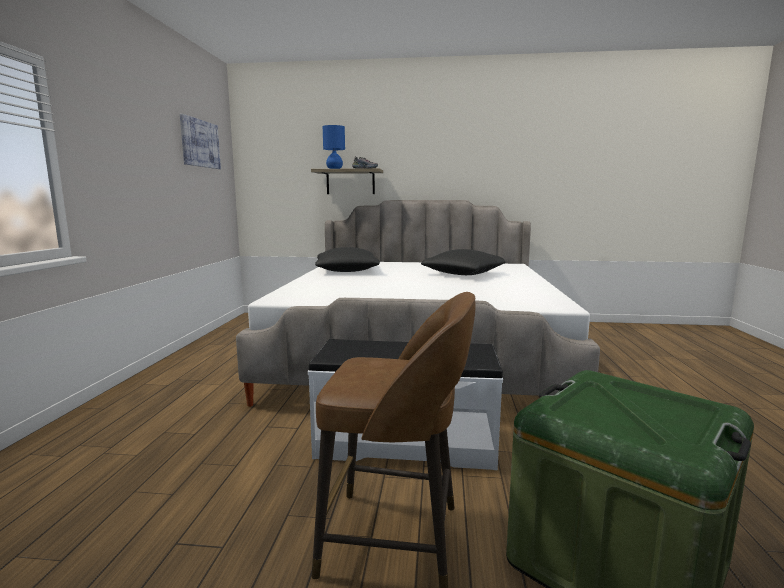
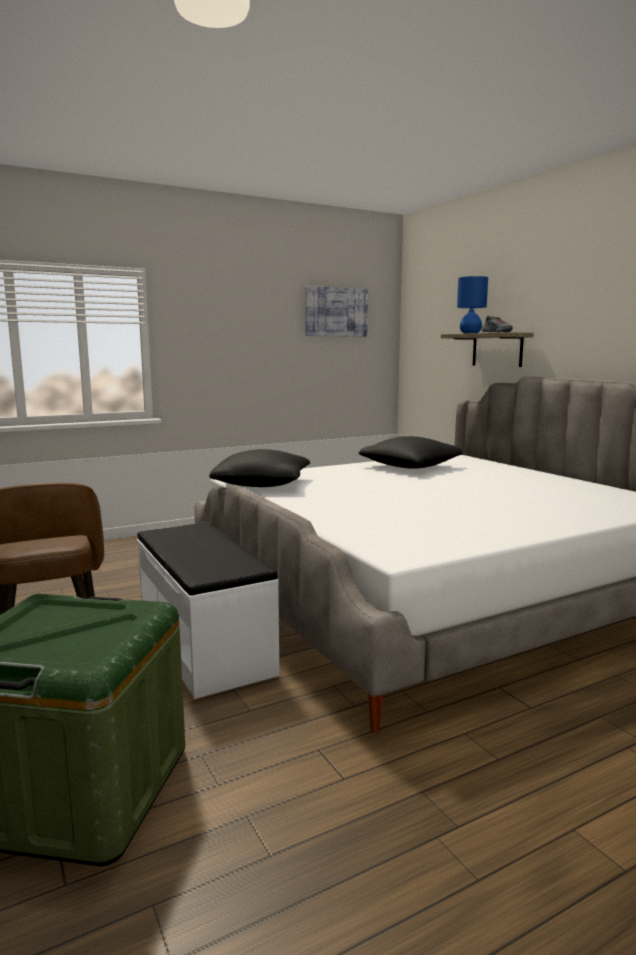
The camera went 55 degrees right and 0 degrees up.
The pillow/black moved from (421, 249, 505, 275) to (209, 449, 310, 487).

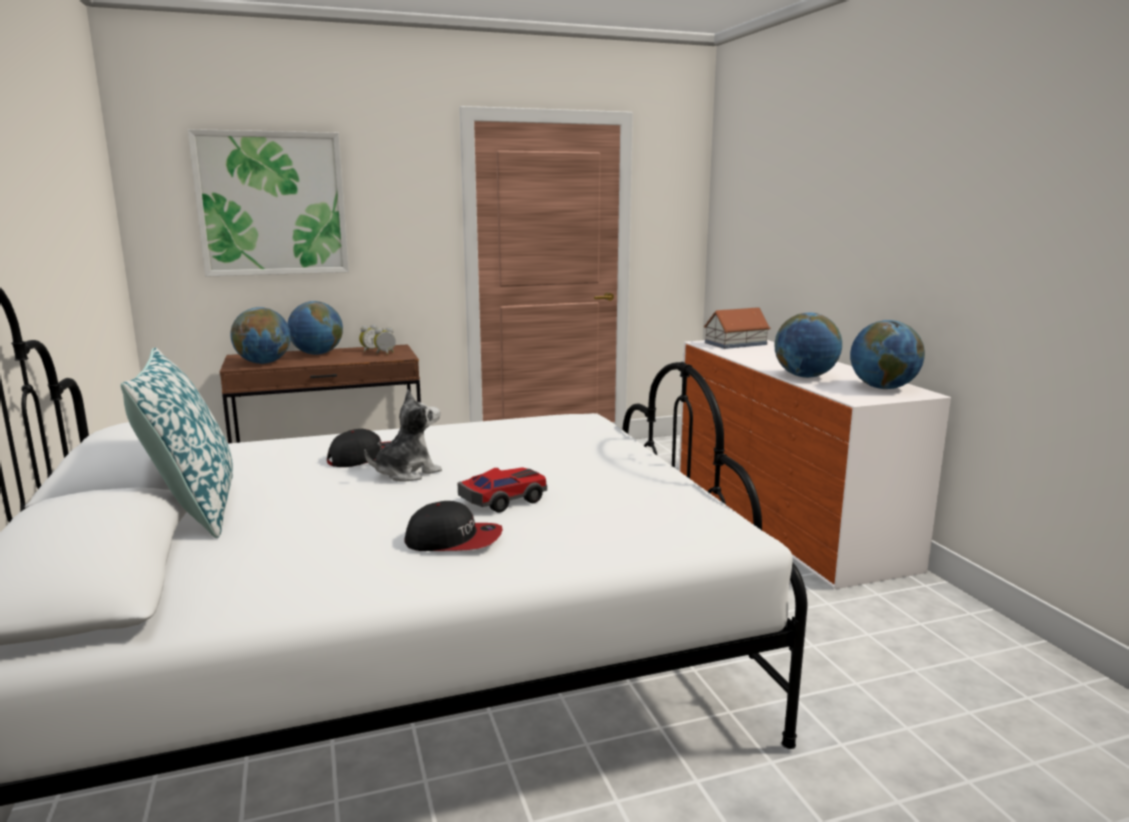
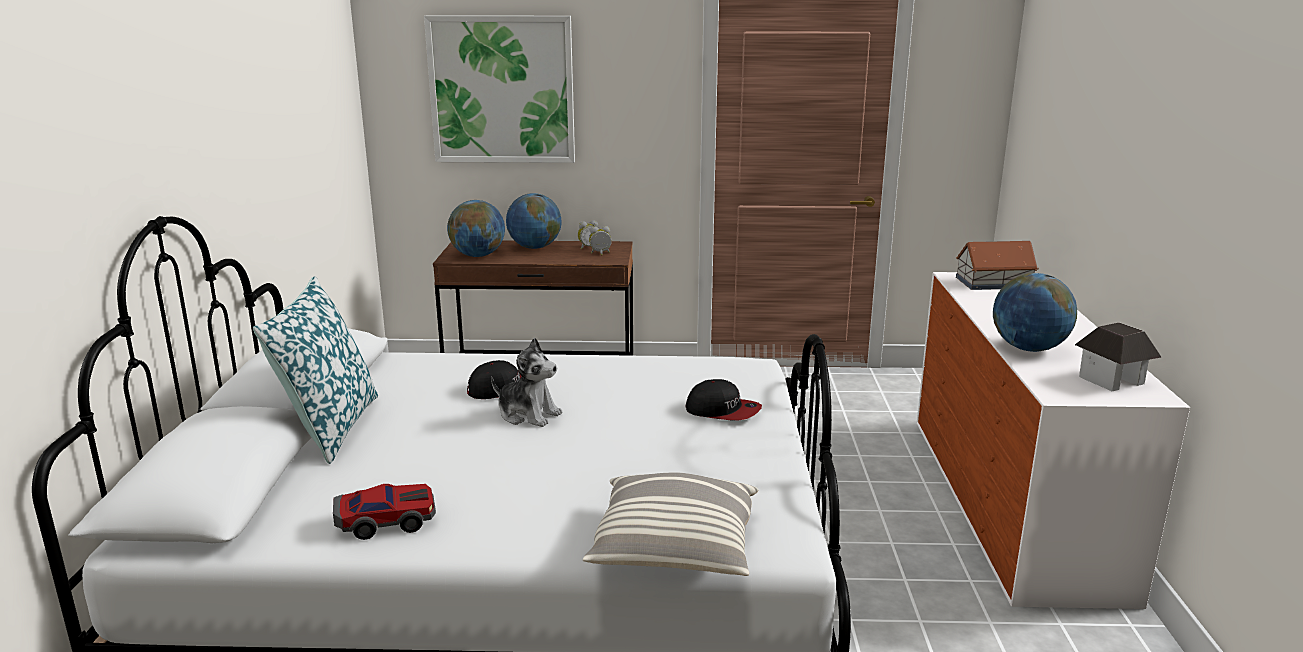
The camera went 20 degrees right and 5 degrees up.
The plush toy at (364, 389, 442, 482) turned 45 degrees clockwise.
The cap moved from (405, 501, 503, 551) to (686, 379, 762, 421).
The toy car moved from (458, 467, 547, 513) to (333, 484, 436, 540).
The globe at (850, 320, 925, 389) was replaced by the toy house at (1075, 322, 1161, 391).
The pillow at (582, 473, 758, 576) appeared.

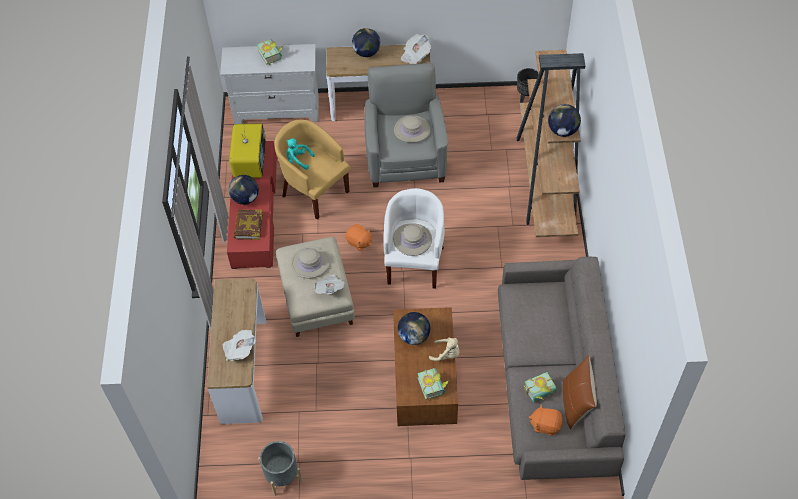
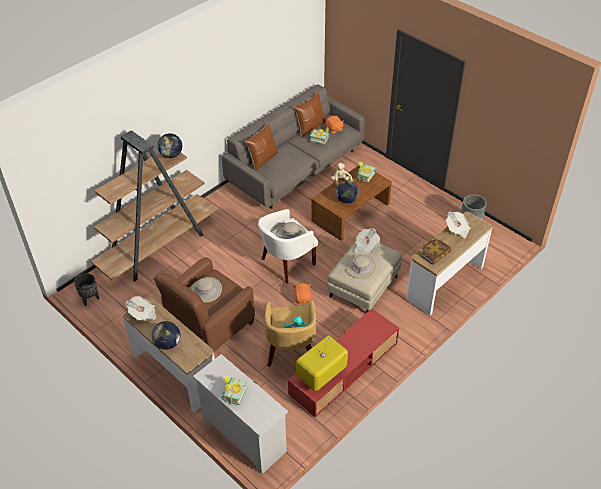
The camera went 135 degrees left and 10 degrees down.
The globe at (229, 175, 259, 205) disappeared.
The book moved from (234, 210, 263, 240) to (417, 237, 452, 265).
The armchair/grey at (364, 63, 448, 187) became the armchair/brown at (154, 257, 255, 352).
The pillow/brown at (245, 123, 279, 171) appeared.

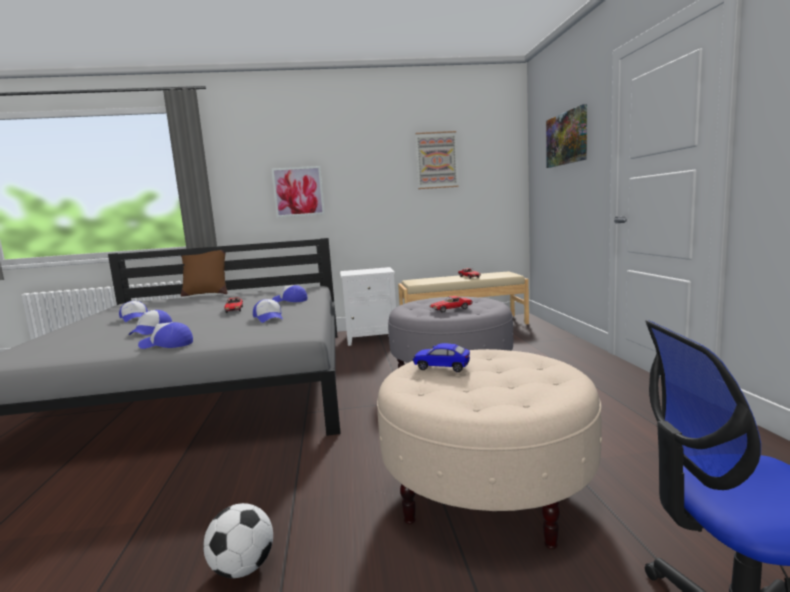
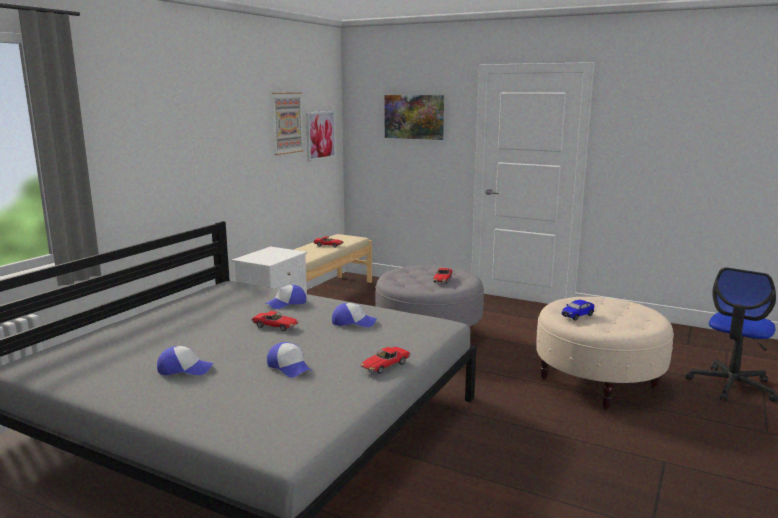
The camera went 55 degrees left and 5 degrees up.
The cap at (138, 322, 193, 349) was replaced by the toy car at (360, 347, 411, 374).
The pillow/brown at (181, 250, 227, 297) disappeared.
The football at (203, 503, 273, 578) disappeared.
The picture moved from (271, 166, 325, 218) to (306, 111, 336, 162).

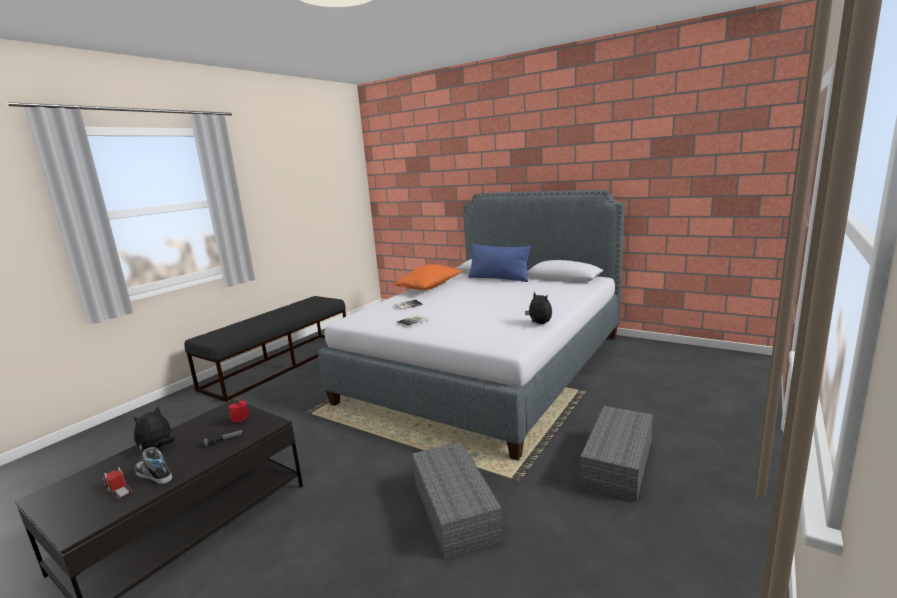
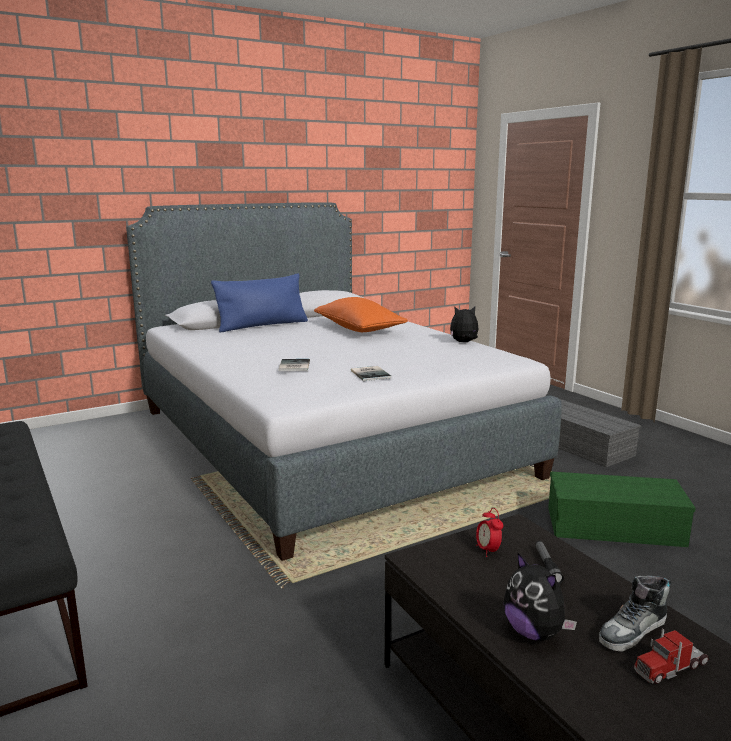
The camera went 65 degrees left and 0 degrees up.
The pillow/orange moved from (395, 264, 462, 290) to (314, 297, 408, 332).
The storage box/grey at (412, 442, 502, 559) became the storage box/green at (548, 471, 696, 547).

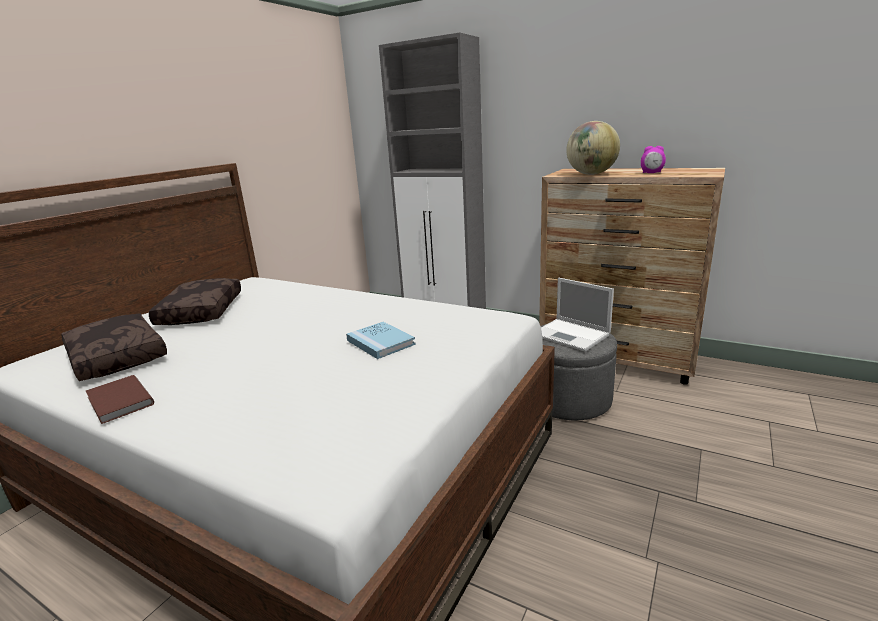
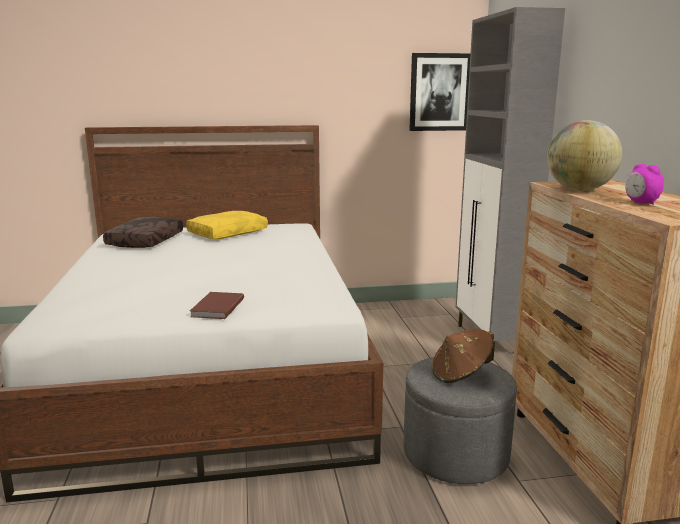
The camera went 50 degrees right and 5 degrees down.
The book/brown moved from (86, 375, 154, 424) to (190, 292, 244, 319).
The pillow/brown at (149, 278, 241, 325) became the pillow/yellow at (186, 211, 268, 239).
The book/blue at (346, 322, 416, 359) disappeared.
The laptop at (541, 278, 614, 352) was replaced by the hat/brown at (432, 329, 494, 383).
The picture at (409, 53, 471, 131) appeared.

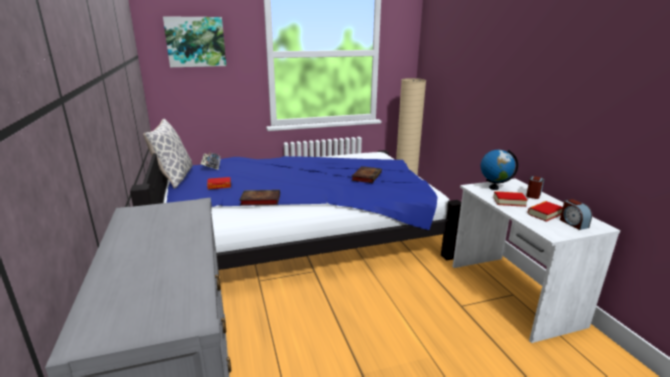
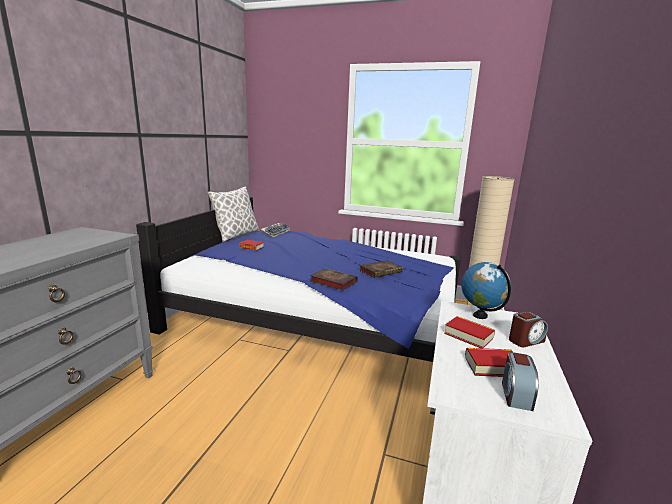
The camera went 35 degrees right and 5 degrees down.
The picture at (163, 16, 226, 67) disappeared.
The book moved from (239, 190, 280, 206) to (310, 268, 358, 290).

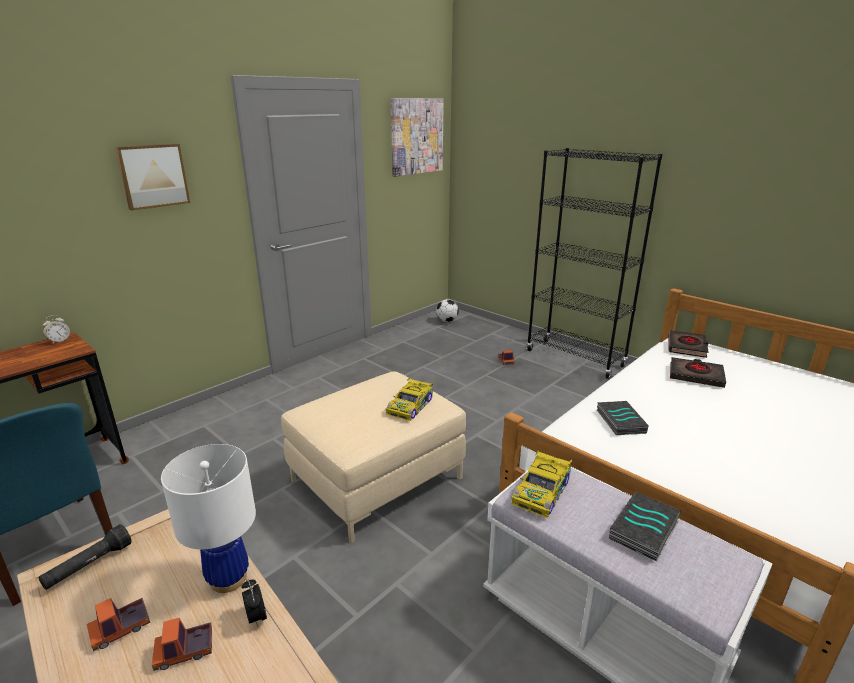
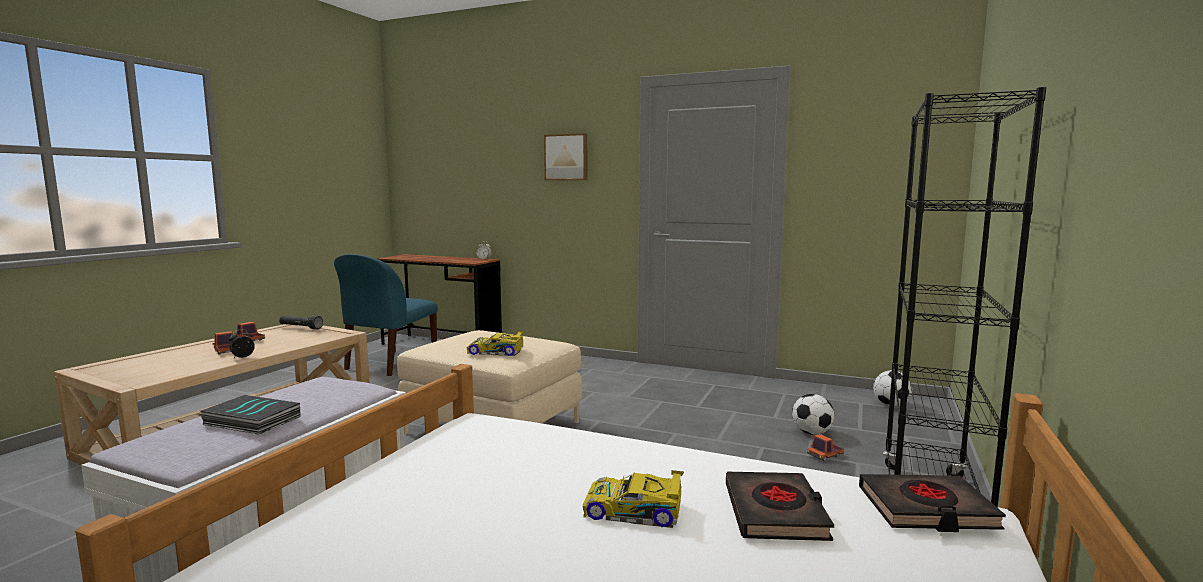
The camera went 70 degrees right and 15 degrees down.
The table lamp/white at (161, 444, 256, 593) disappeared.
The picture at (391, 98, 444, 177) disappeared.
The toy car moved from (511, 449, 572, 518) to (583, 470, 684, 528).
The book at (597, 401, 649, 435) disappeared.
The football at (792, 394, 835, 435) appeared.

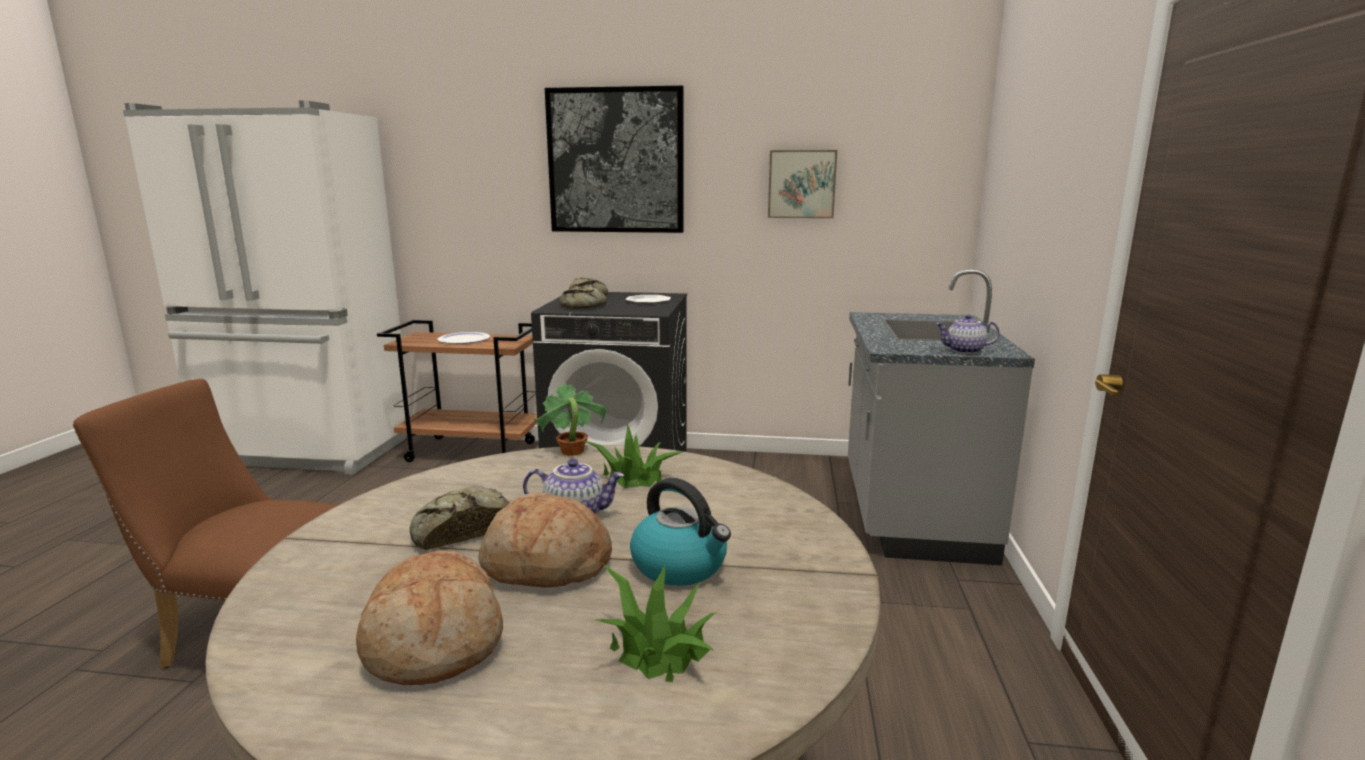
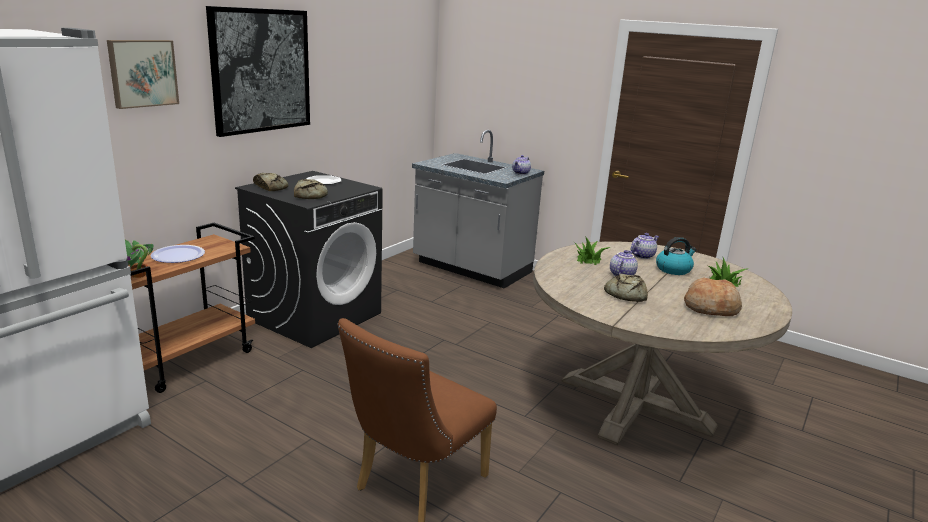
The camera went 65 degrees left and 5 degrees up.
The bread at (478, 492, 612, 588) disappeared.
The potted plant moved from (532, 384, 607, 456) to (125, 240, 153, 278).
The picture moved from (768, 150, 837, 218) to (107, 40, 179, 109).
The teapot at (631, 233, 659, 259) appeared.

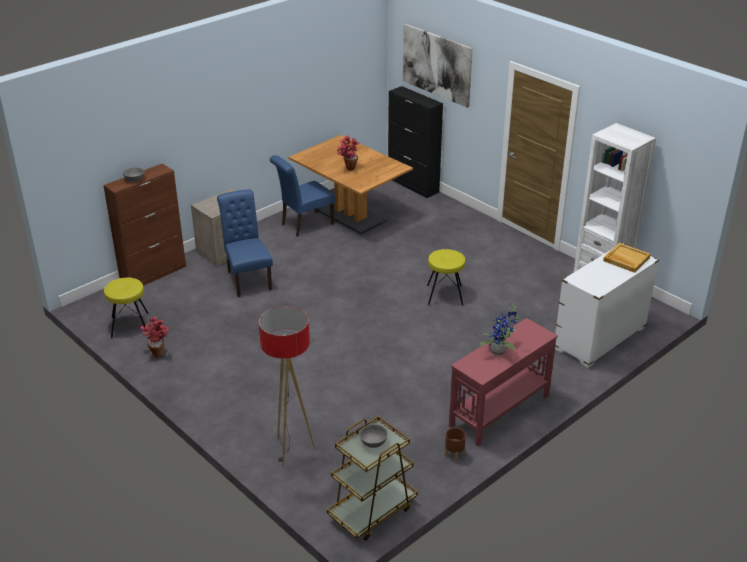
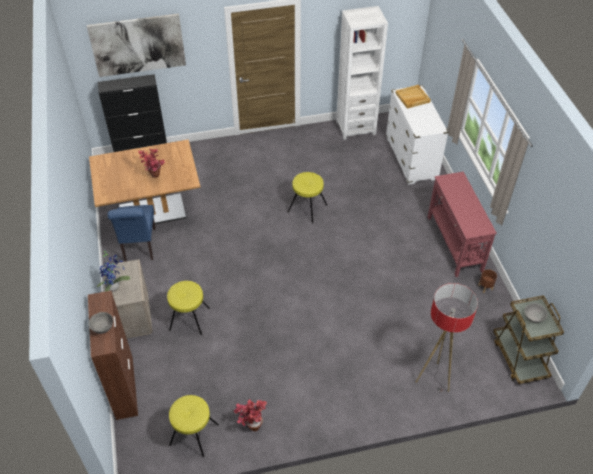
The camera went 60 degrees left and 15 degrees up.
The chair/blue at (217, 190, 273, 297) was replaced by the stool/yellow at (167, 281, 210, 335).
The potted plant moved from (480, 304, 518, 355) to (97, 250, 131, 292).

